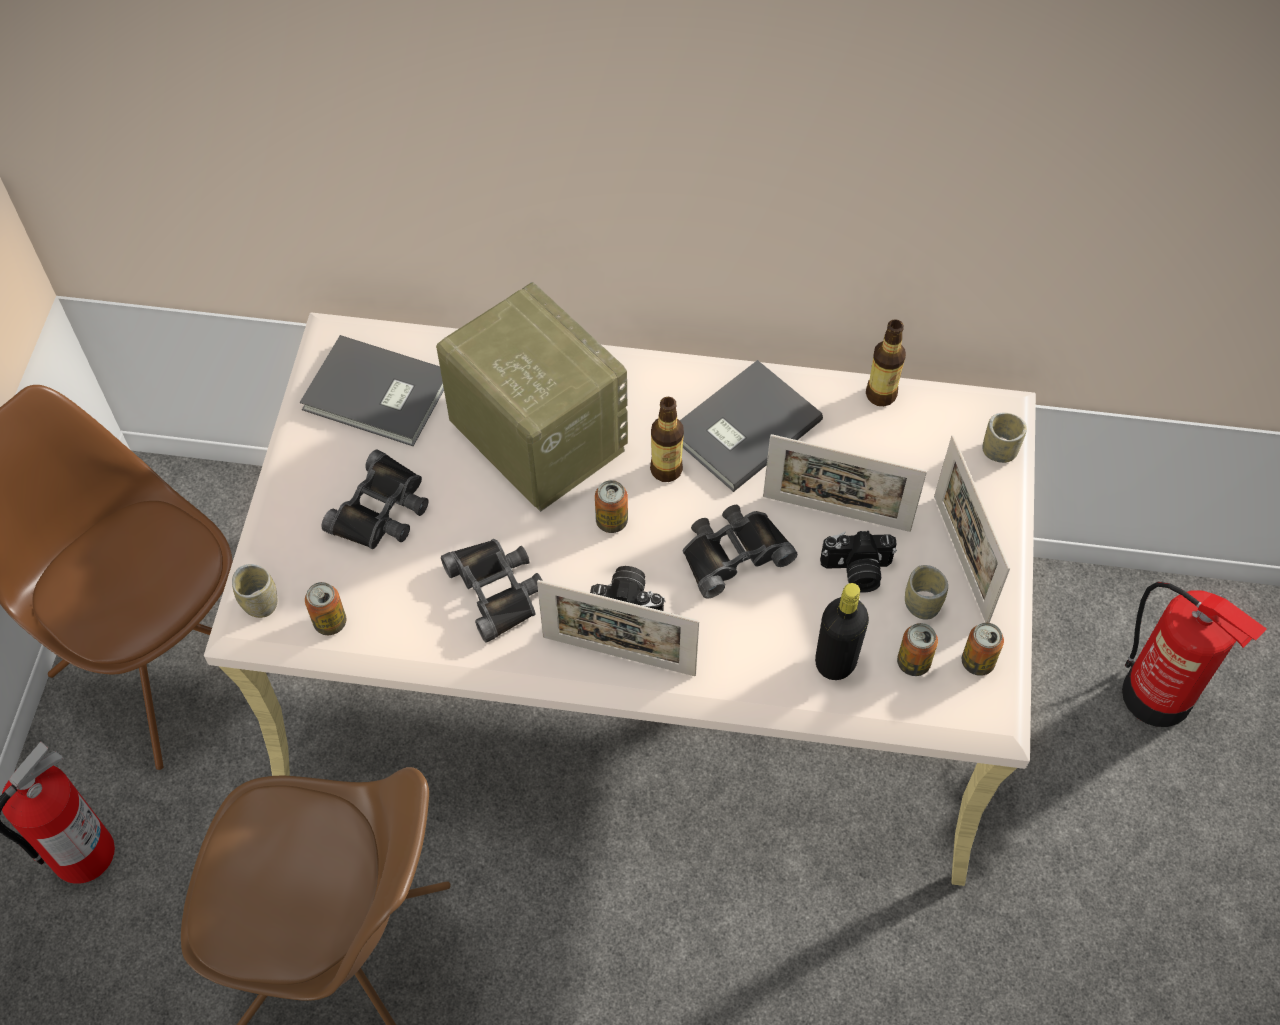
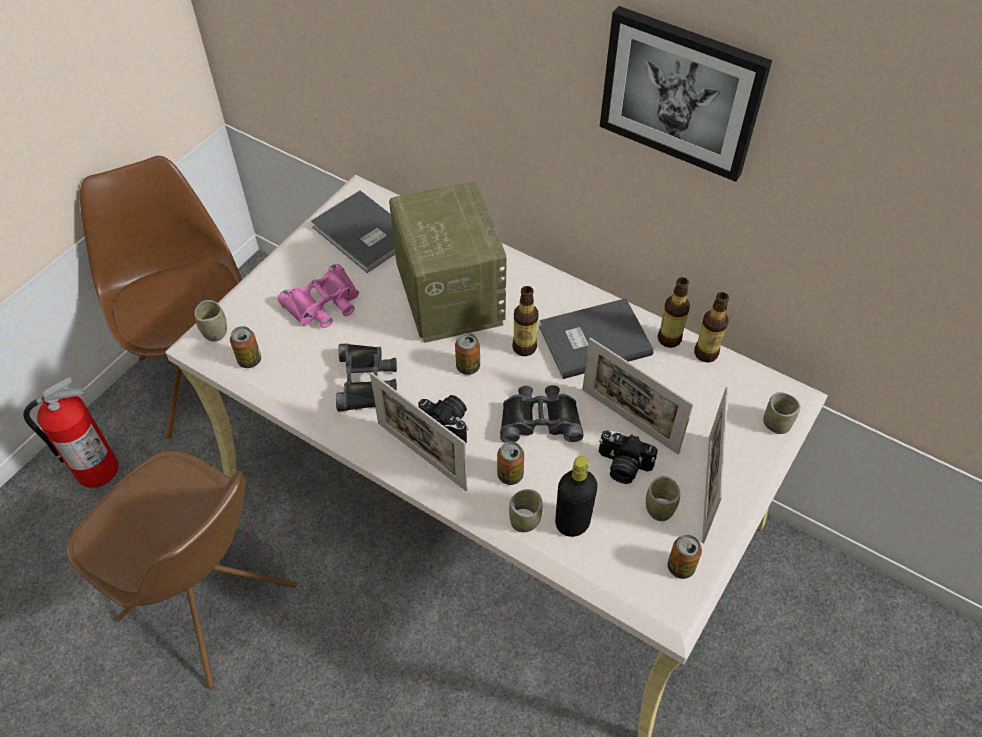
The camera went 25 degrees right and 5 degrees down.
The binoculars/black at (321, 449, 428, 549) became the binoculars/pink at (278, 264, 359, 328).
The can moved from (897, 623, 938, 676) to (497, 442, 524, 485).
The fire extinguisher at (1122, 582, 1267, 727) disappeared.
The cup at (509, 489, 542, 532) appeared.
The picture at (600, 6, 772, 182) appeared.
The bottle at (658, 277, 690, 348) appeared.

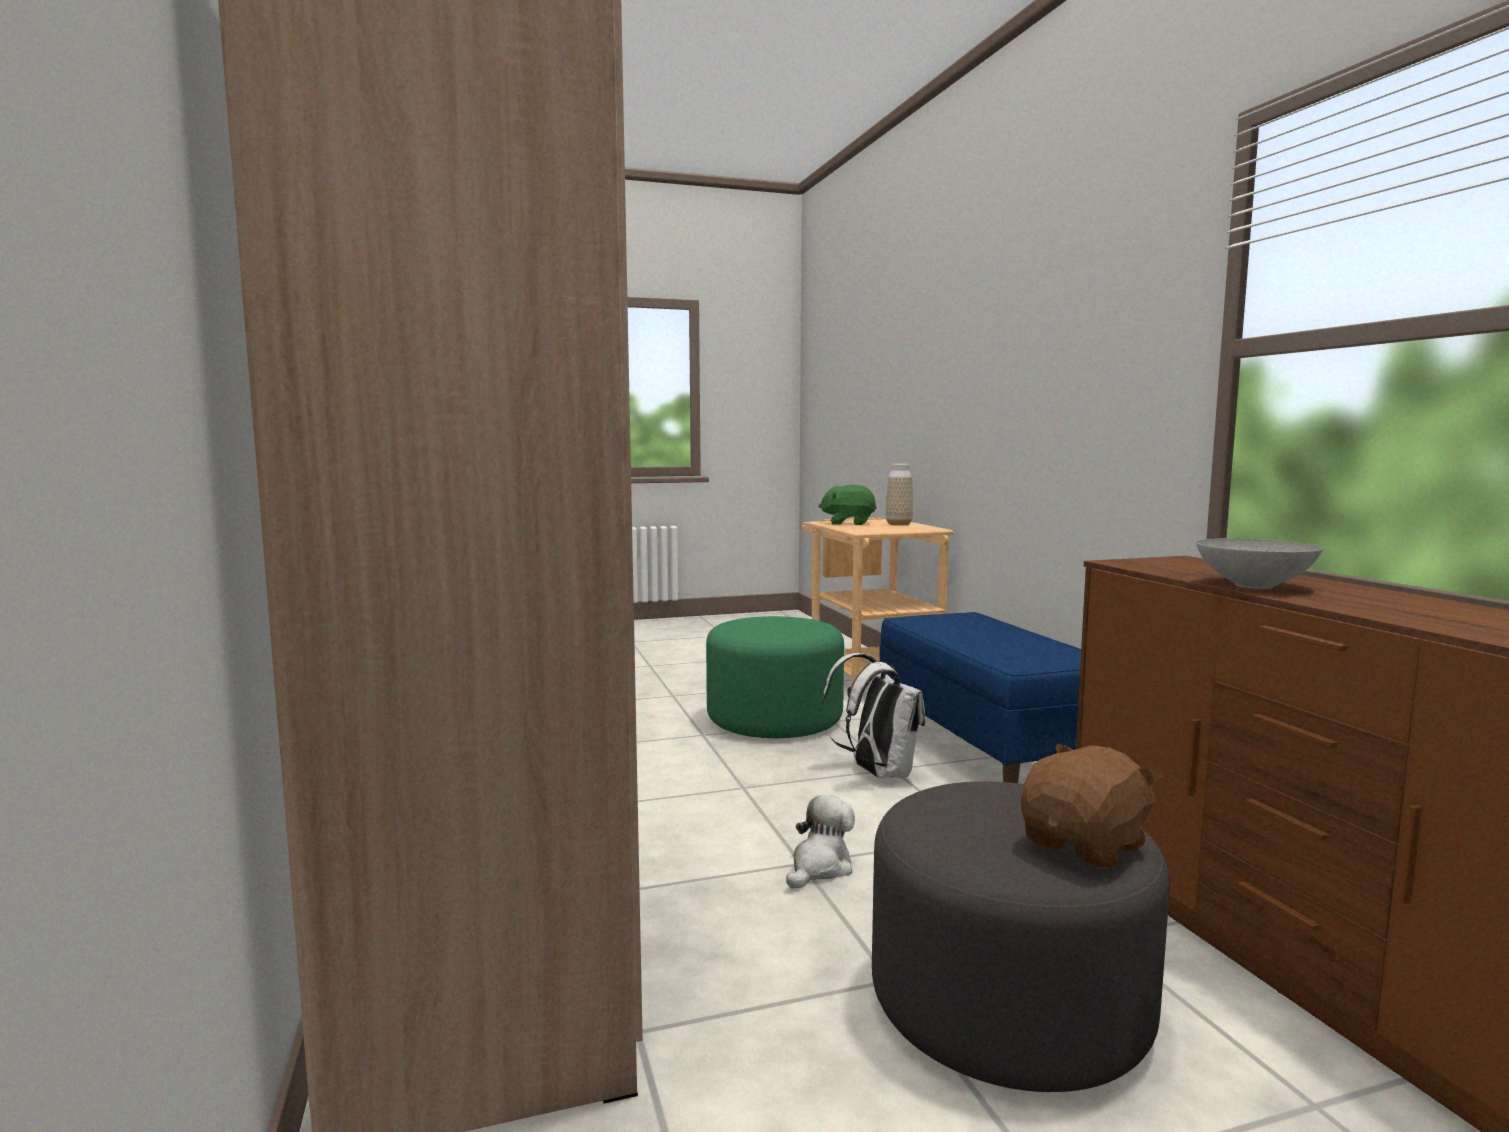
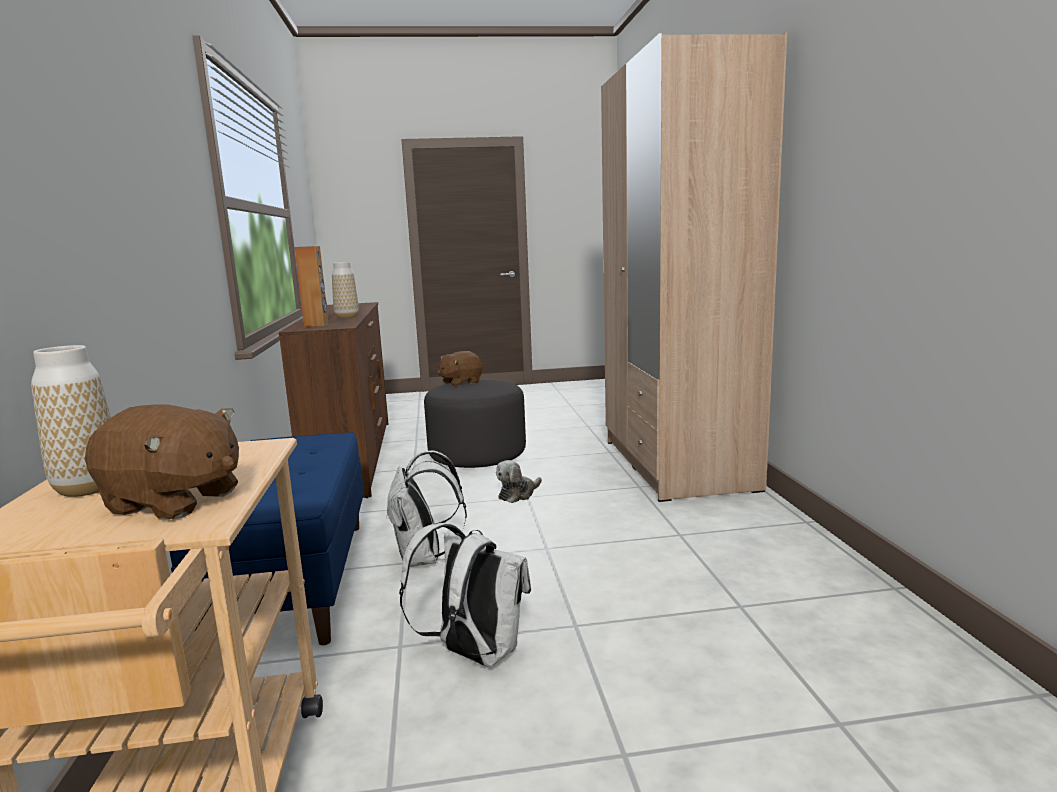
The camera went 170 degrees left and 5 degrees up.
The ottoman/green at (706, 616, 844, 738) was replaced by the backpack/white at (399, 523, 531, 667).
The plush toy/green at (818, 485, 877, 525) became the plush toy/brown at (85, 404, 239, 519).
The bowl/grey at (1196, 538, 1323, 589) was replaced by the vase at (332, 262, 359, 319).
The speaker/brown at (294, 246, 328, 327) appeared.

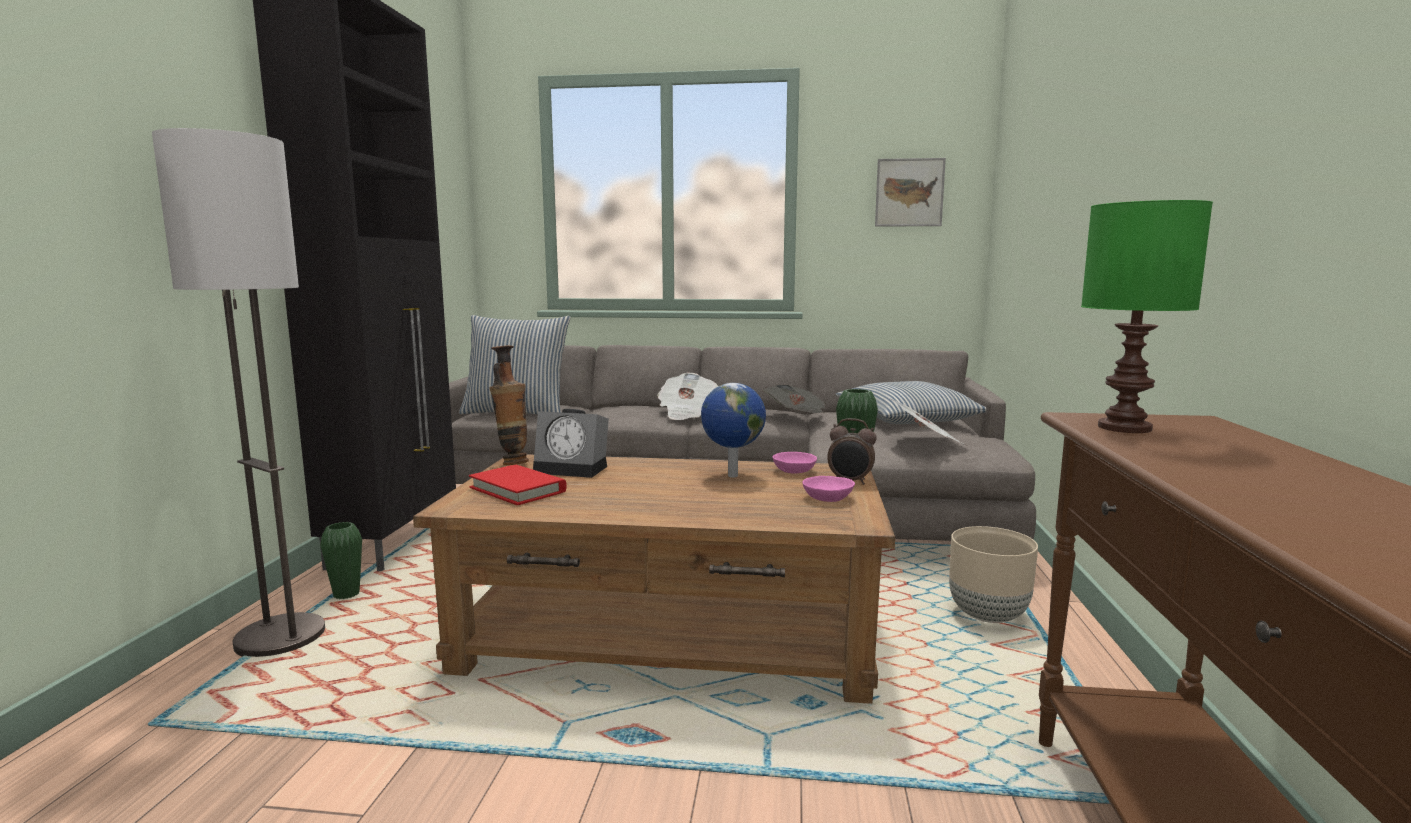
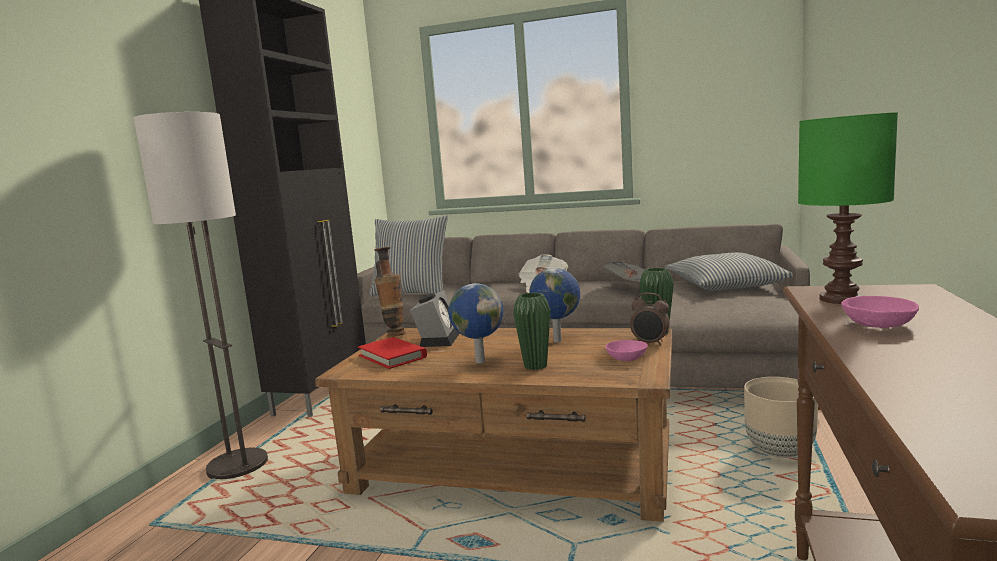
The camera went 10 degrees right and 0 degrees up.
The vase/green moved from (320, 522, 362, 599) to (513, 293, 551, 370).
The alarm clock at (533, 409, 609, 478) turned 105 degrees counterclockwise.
The bowl/pink moved from (773, 452, 817, 474) to (841, 296, 919, 328).
The picture at (875, 158, 946, 227) disappeared.
The newspaper at (886, 397, 969, 446) disappeared.
The globe at (448, 283, 503, 363) appeared.

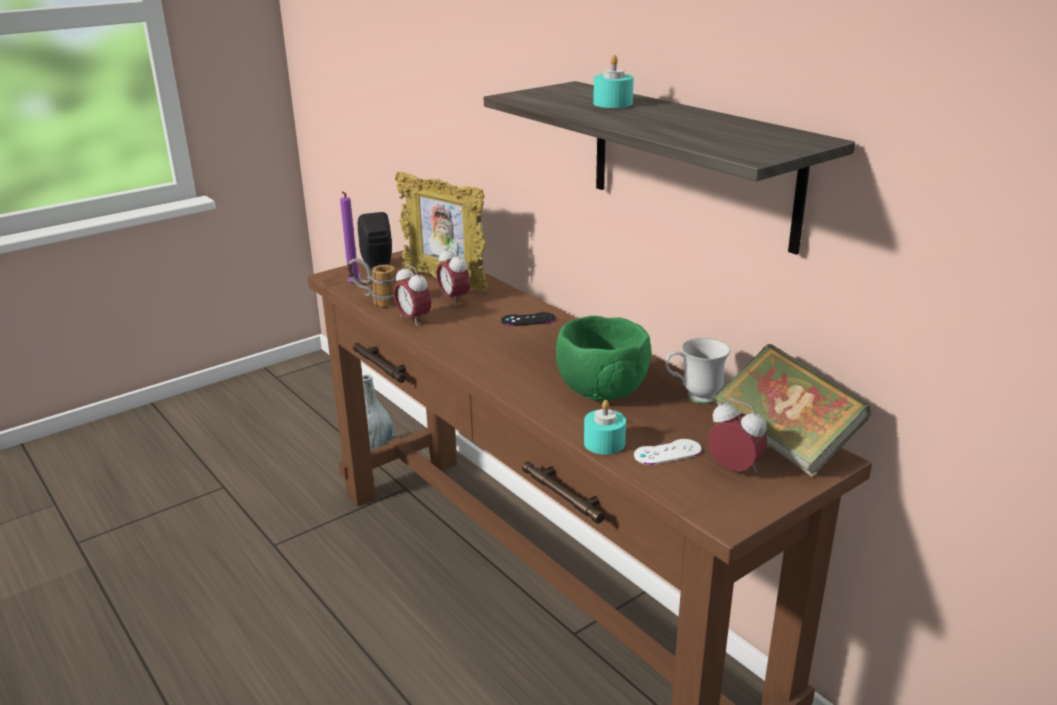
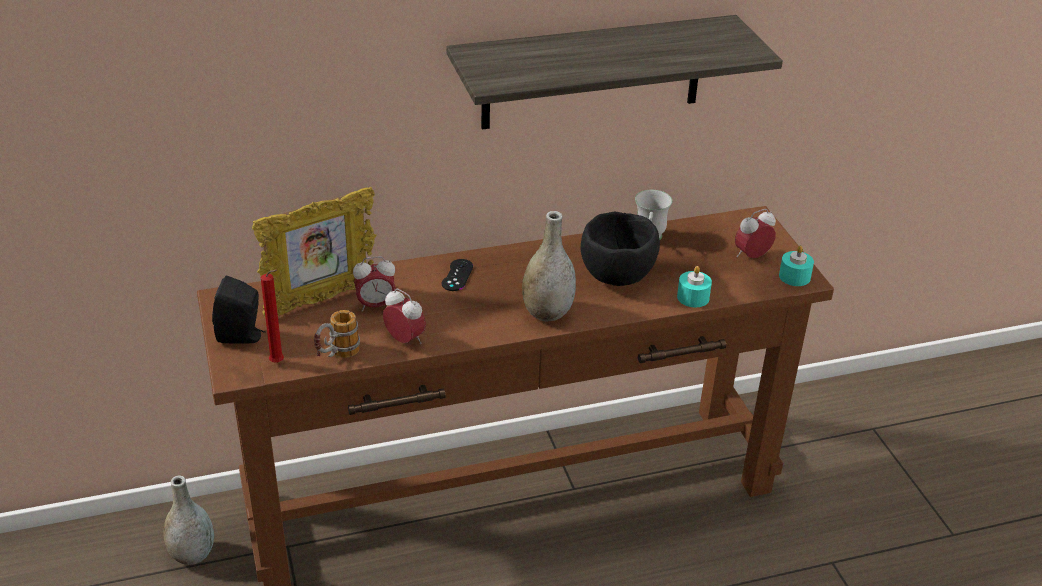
The camera went 70 degrees left and 10 degrees up.
The candle/purple at (340, 191, 360, 284) became the candle/red at (261, 269, 284, 363).
The alarm clock at (394, 264, 431, 326) turned 120 degrees counterclockwise.
The bowl/green at (556, 316, 652, 401) became the bowl/black at (581, 212, 660, 286).
The candle/turquoise moved from (593, 55, 634, 108) to (779, 246, 814, 286).
The game controller/white at (634, 439, 702, 465) disappeared.
The book at (713, 344, 871, 478) disappeared.
The vase/grey at (522, 211, 576, 321) appeared.

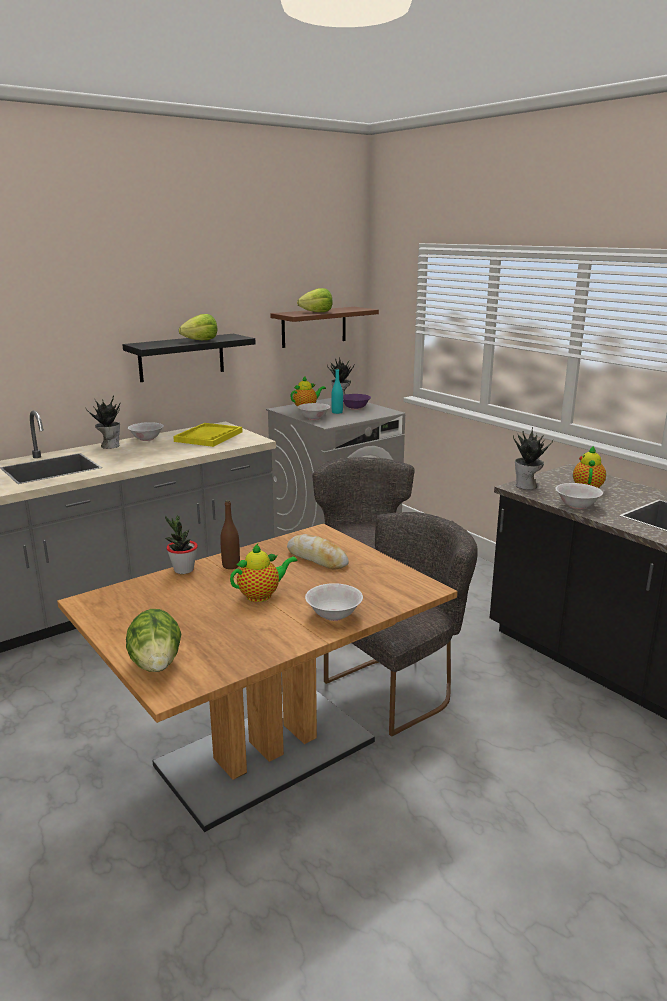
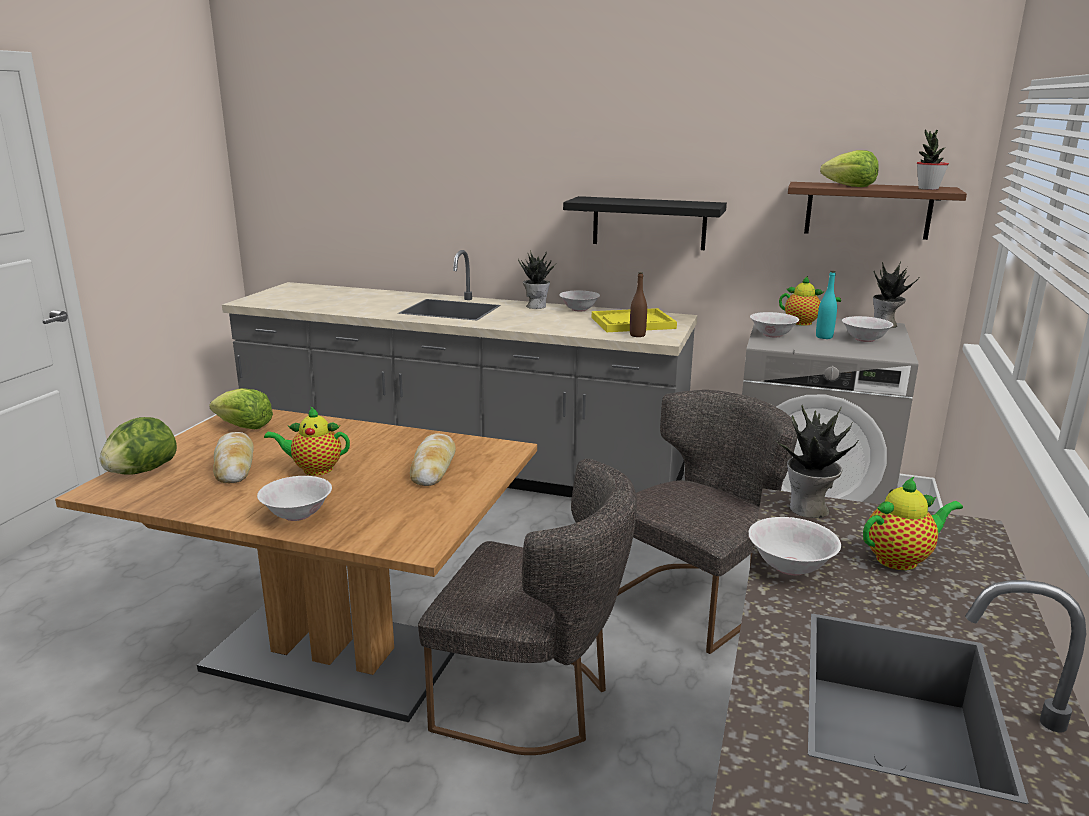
The camera went 55 degrees right and 0 degrees up.
The potted plant moved from (165, 515, 198, 574) to (917, 129, 949, 190).
The lettuce moved from (179, 314, 217, 340) to (209, 388, 273, 429).
The bottle/brown moved from (220, 500, 240, 569) to (630, 272, 647, 337).
The teapot at (230, 544, 298, 602) turned 150 degrees clockwise.
The bowl/purple at (343, 394, 371, 410) became the bowl/white at (842, 316, 893, 342).
The bread at (213, 432, 254, 483) appeared.

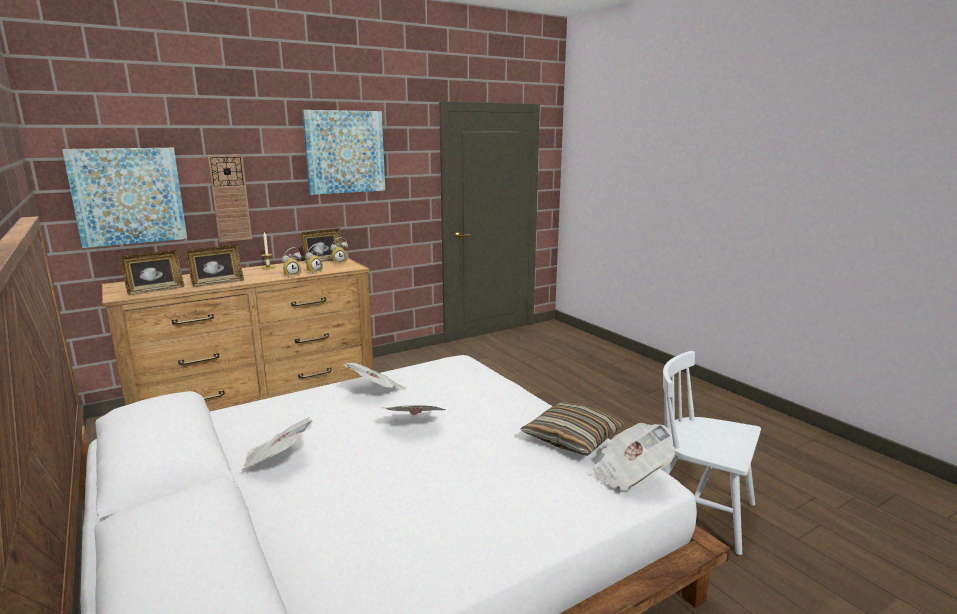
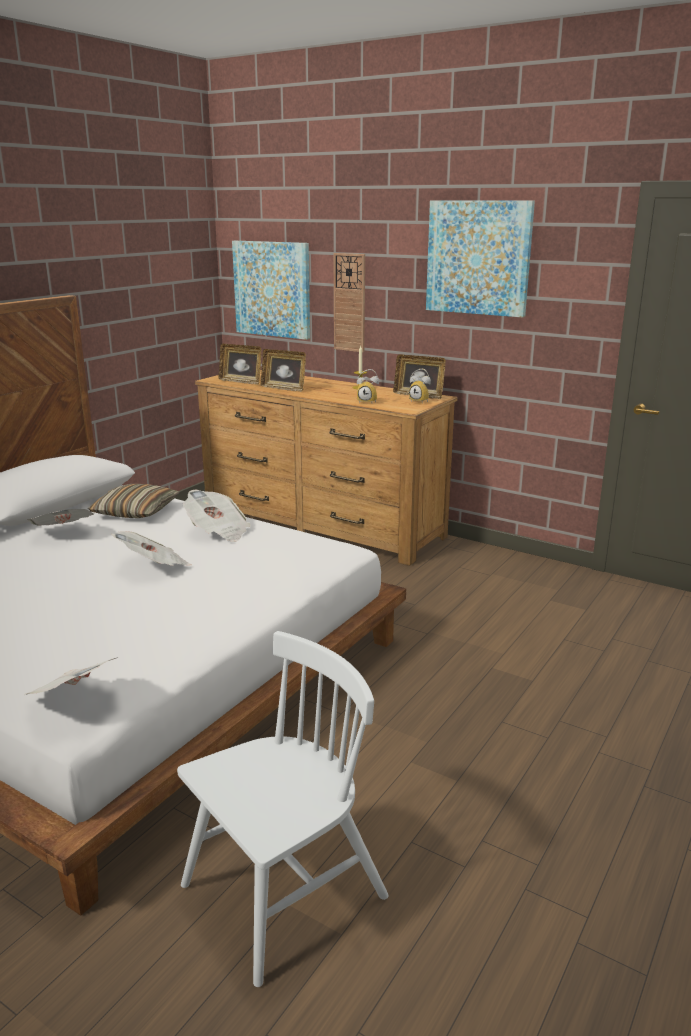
The camera went 65 degrees right and 5 degrees up.
The alarm clock at (282, 247, 302, 278) disappeared.
The pillow moved from (520, 402, 624, 456) to (88, 484, 180, 518).
The chair/white at (662, 351, 761, 555) turned 45 degrees clockwise.

